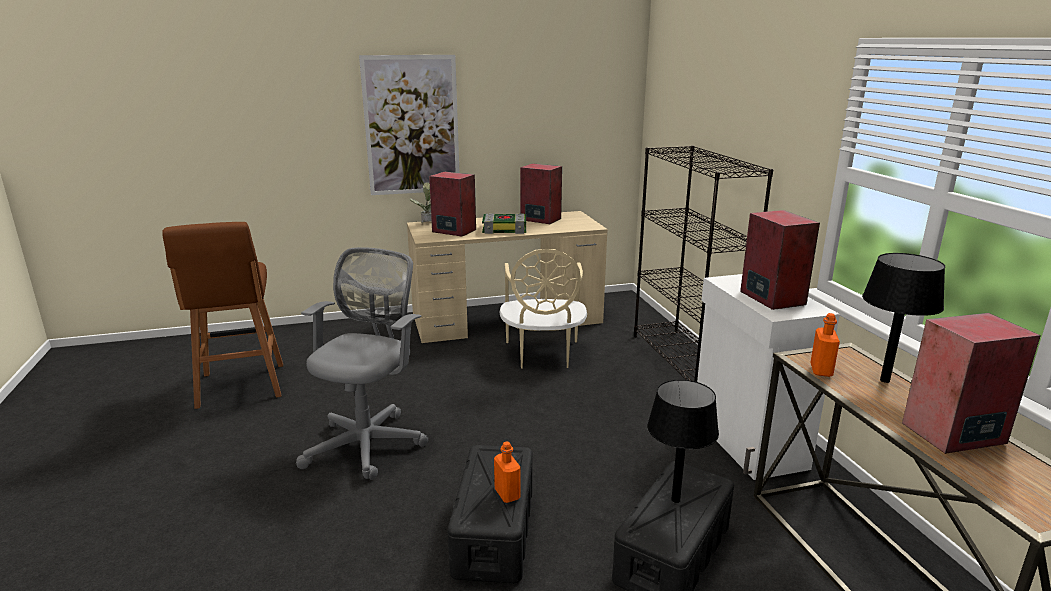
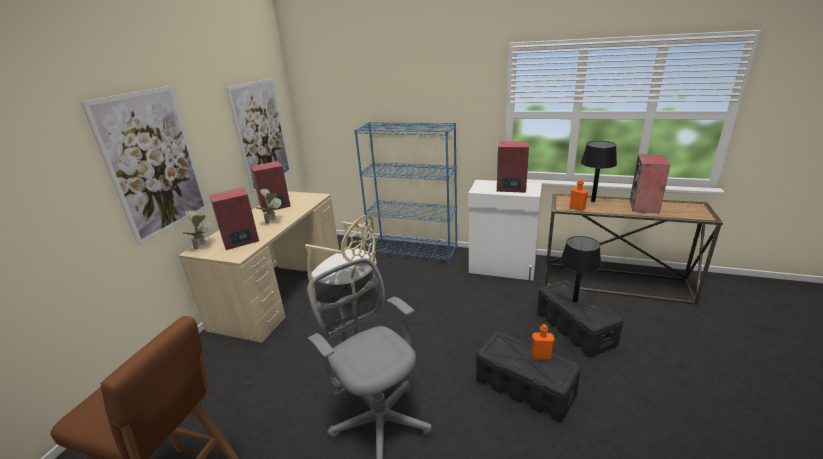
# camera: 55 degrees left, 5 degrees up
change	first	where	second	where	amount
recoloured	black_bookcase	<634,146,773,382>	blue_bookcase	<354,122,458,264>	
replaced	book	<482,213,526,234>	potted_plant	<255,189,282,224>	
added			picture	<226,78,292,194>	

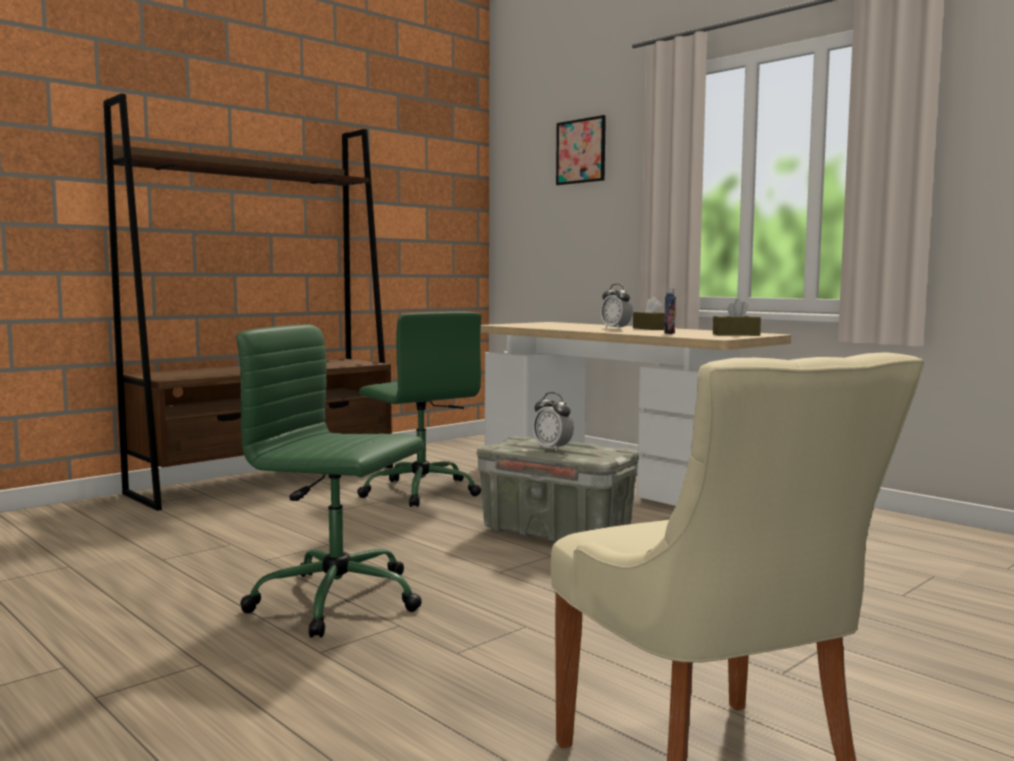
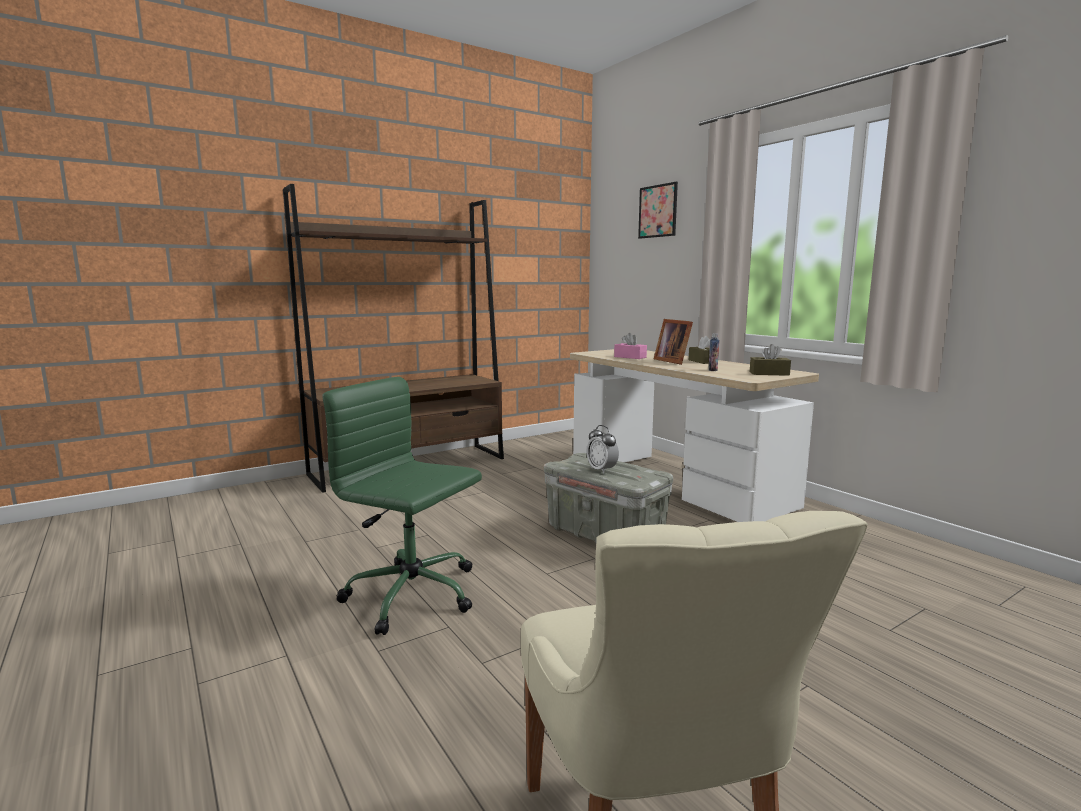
# camera: 10 degrees right, 5 degrees up
change	first	where	second	where	amount
replaced	alarm_clock	<600,284,633,330>	picture_frame	<654,319,693,365>	
removed	green_office_chair	<357,312,481,507>			
added			pink_tissue_box	<614,333,647,359>	

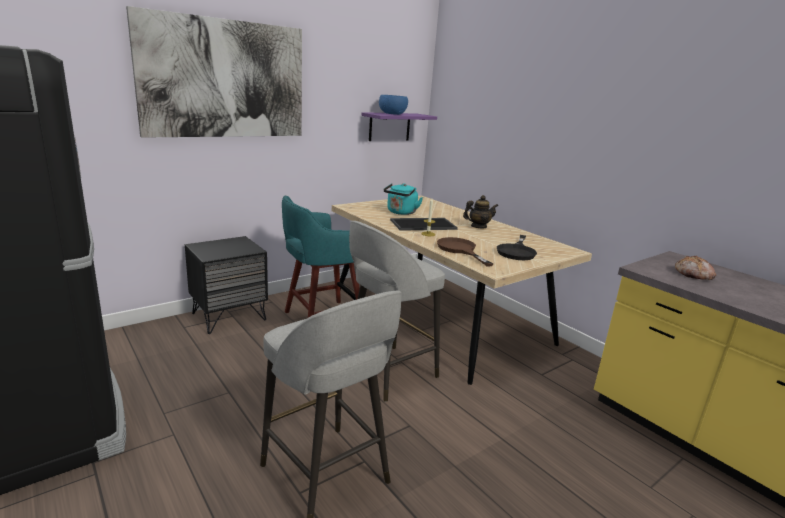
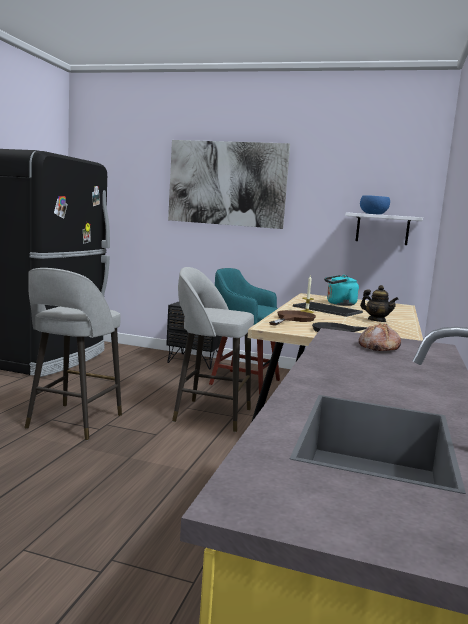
# camera: 55 degrees right, 10 degrees down
change	first	where	second	where	amount
recoloured	purple_shelf	<361,112,437,141>	white_shelf	<345,212,423,245>	

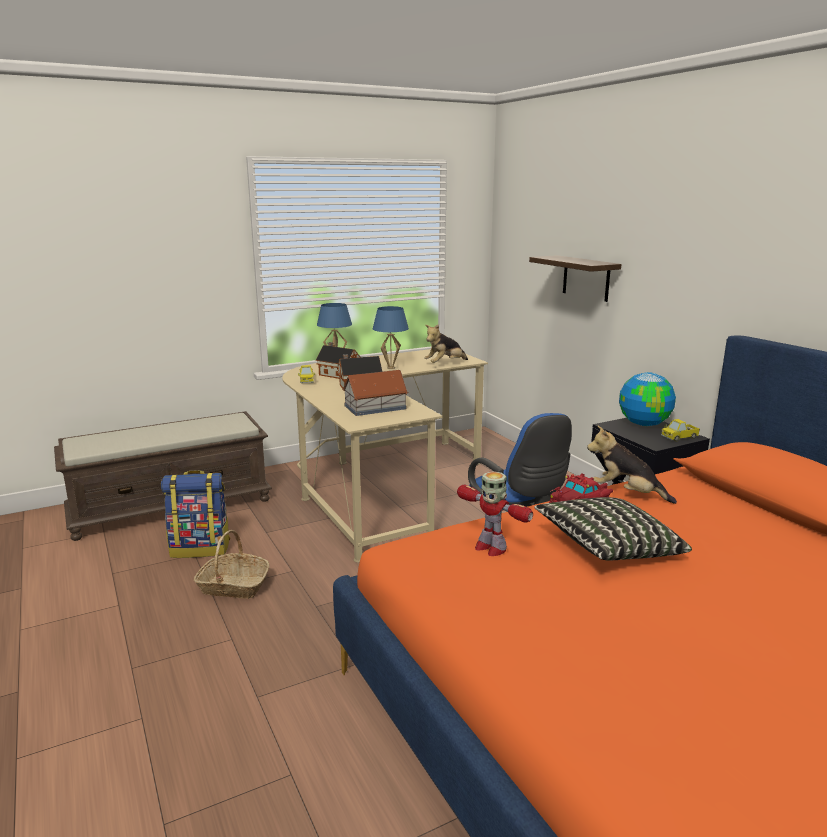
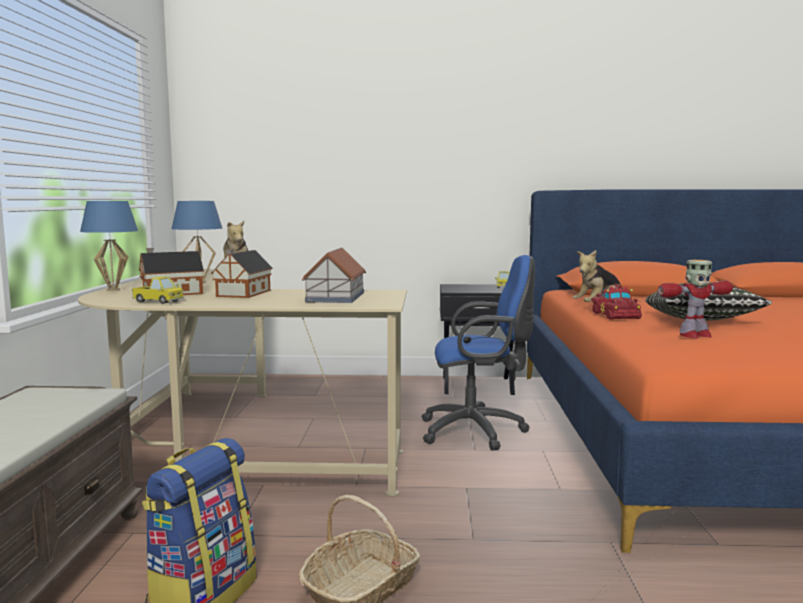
# camera: 60 degrees left, 10 degrees down
change	first	where	second	where	amount
removed	shelf	<529,255,622,302>			
removed	globe	<619,372,676,426>			

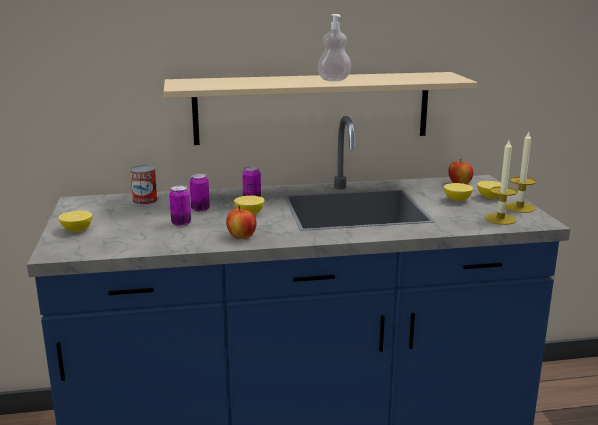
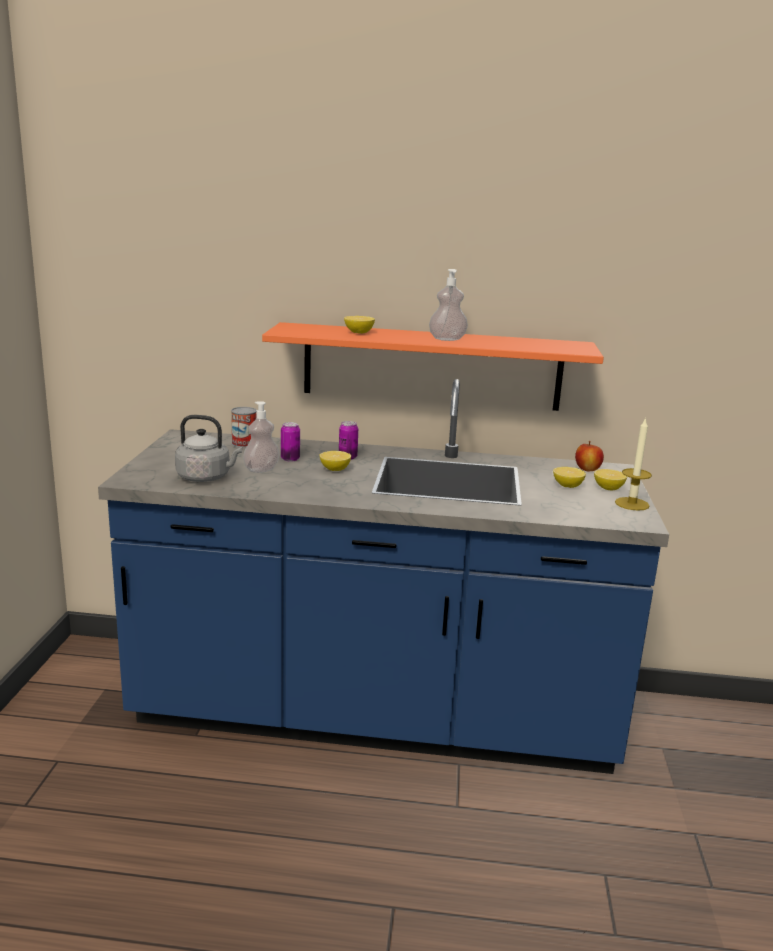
# camera: 15 degrees right, 0 degrees up
change	first	where	second	where	amount
recoloured	beige_shelf	<164,72,477,145>	orange_shelf	<262,322,604,411>	
removed	candle	<485,140,517,225>			
replaced	can	<169,186,191,226>	soap_dispenser	<243,401,280,473>	
removed	apple	<226,206,257,239>			
moved	lemon	<59,211,92,232>		<344,316,375,334>	
added			grey_kettle	<175,415,242,482>	

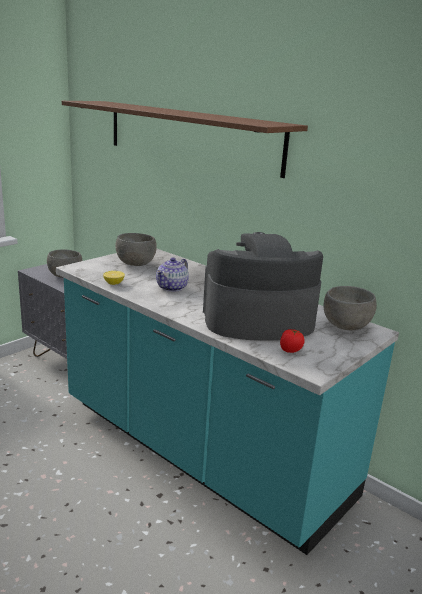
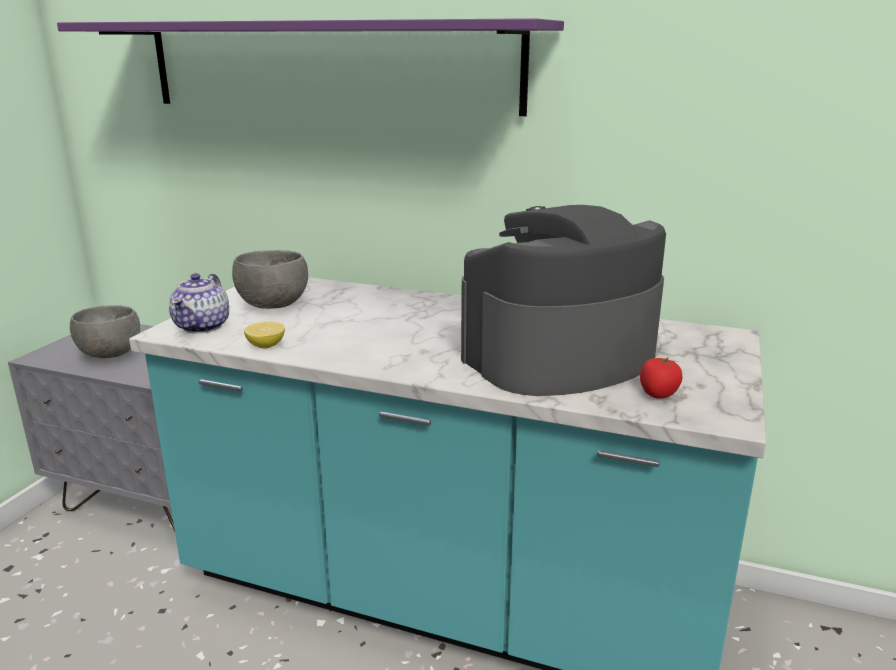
# camera: 20 degrees left, 0 degrees up
change	first	where	second	where	amount
recoloured	brown_shelf	<62,101,308,178>	purple_shelf	<57,18,564,116>	
moved	teapot	<156,257,189,292>		<169,273,229,334>	
removed	grey_bowl	<324,286,377,330>			

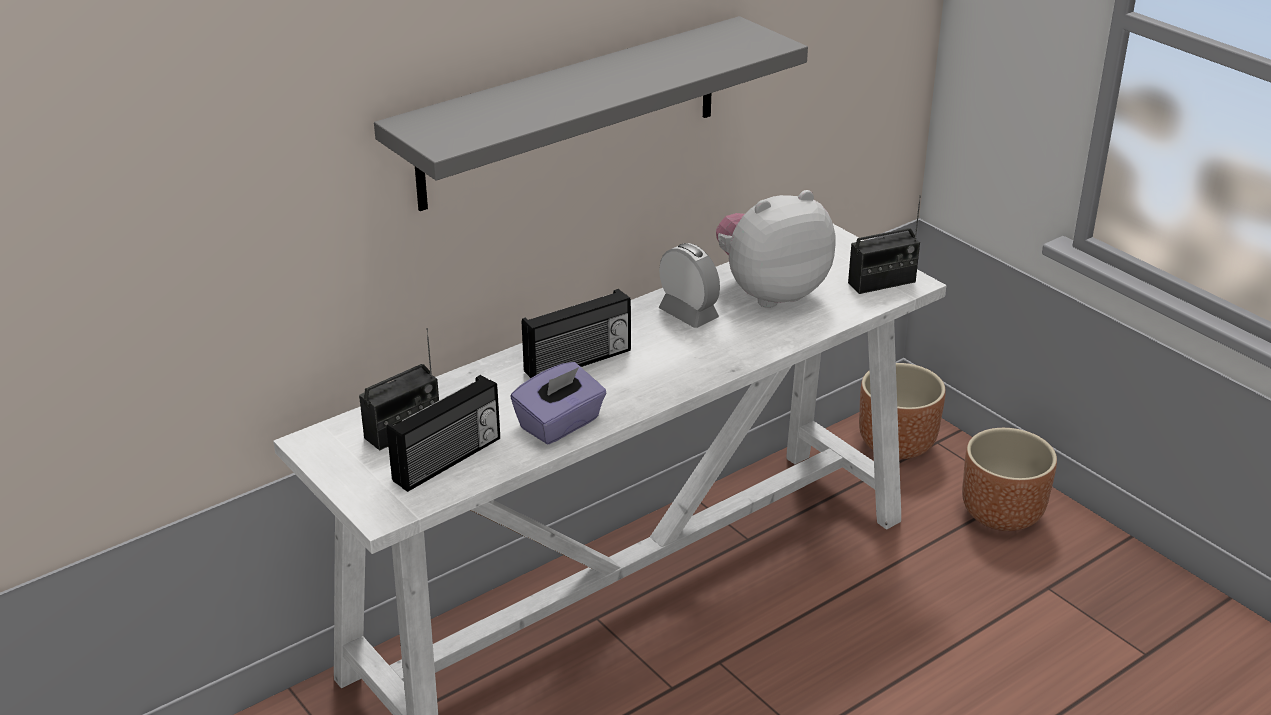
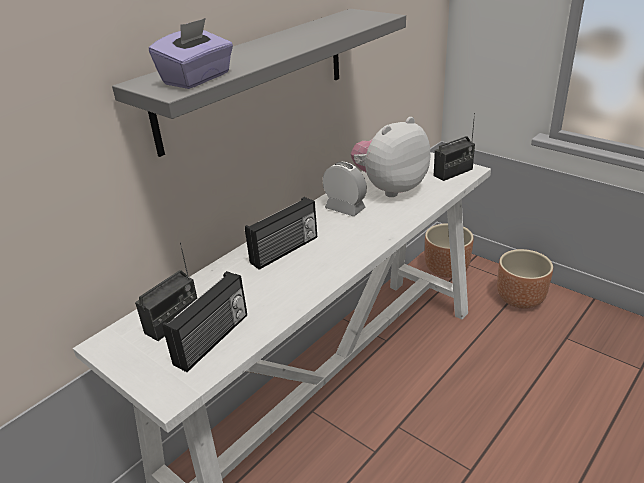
# camera: 10 degrees left, 0 degrees up
change	first	where	second	where	amount
moved	purple_tissue_box	<510,362,606,445>		<149,18,233,89>	

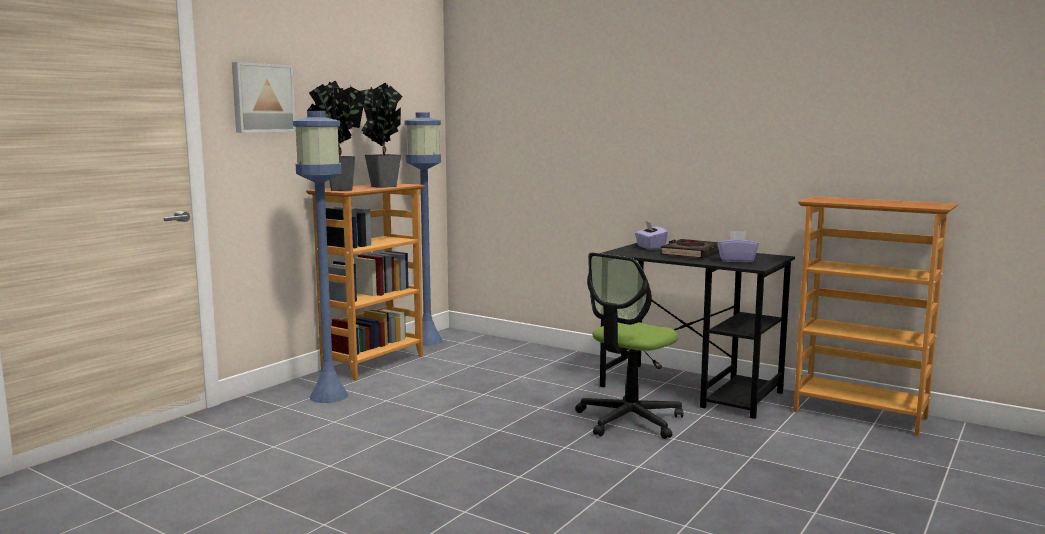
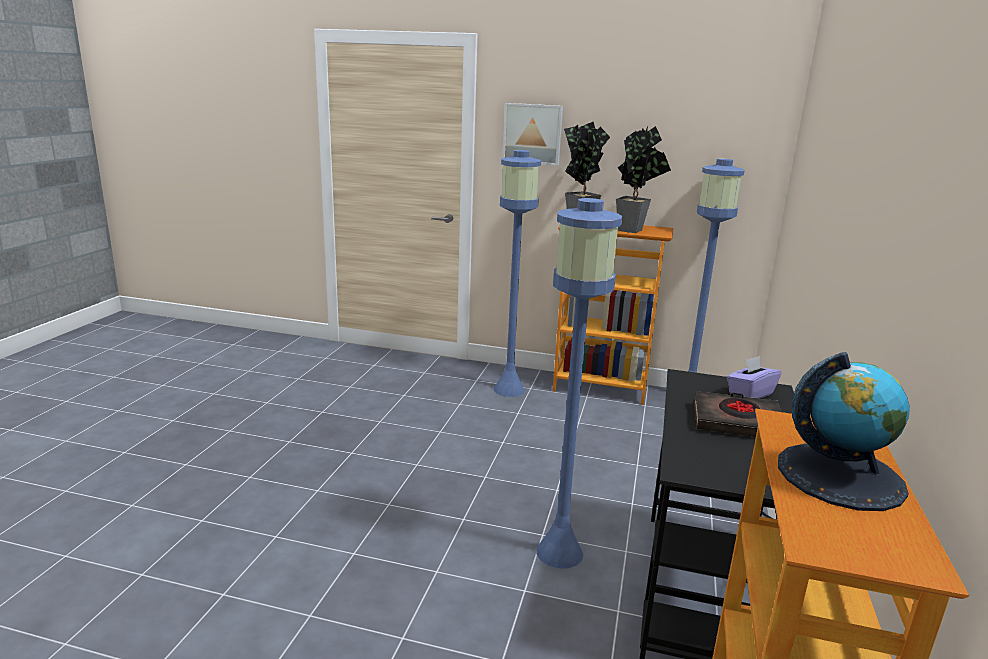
# camera: 70 degrees right, 10 degrees up
change	first	where	second	where	amount
removed	purple_tissue_box	<717,231,759,262>			
replaced	office_chair	<575,252,683,439>	blue_floor_lamp	<536,198,623,568>	
added			globe	<778,352,910,511>	

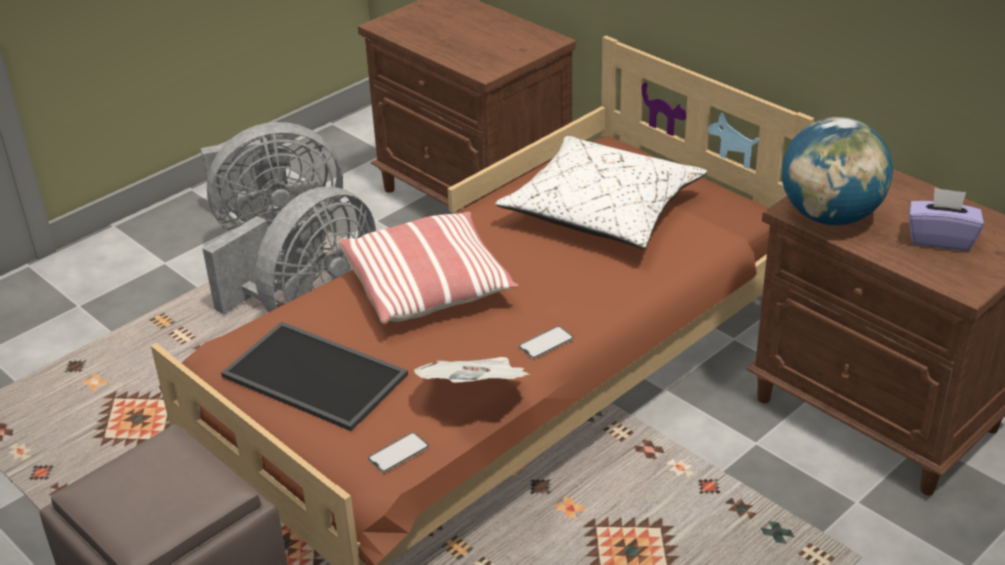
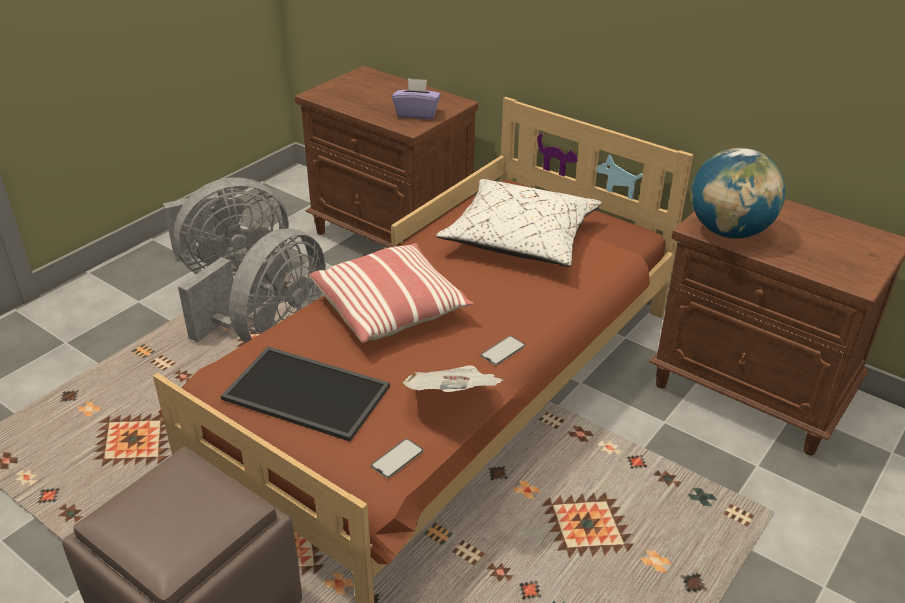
# camera: 10 degrees left, 0 degrees up
change	first	where	second	where	amount
moved	purple_tissue_box	<909,188,984,251>		<392,78,441,119>	

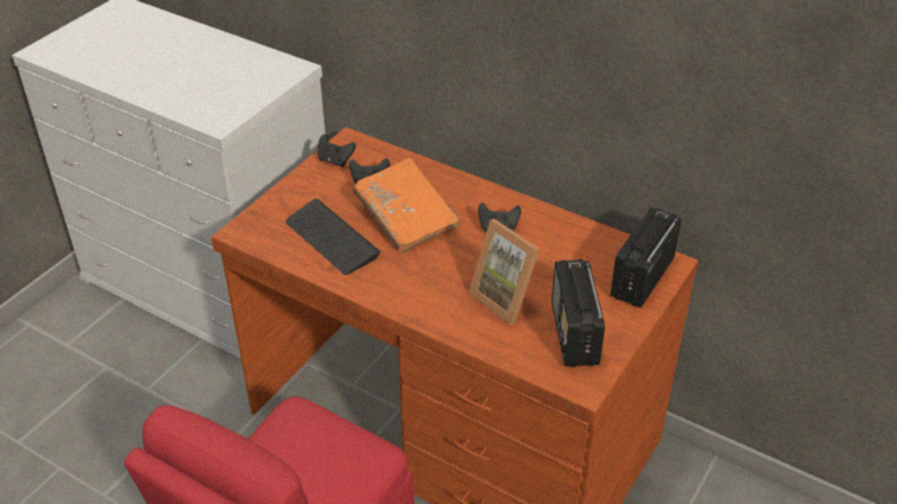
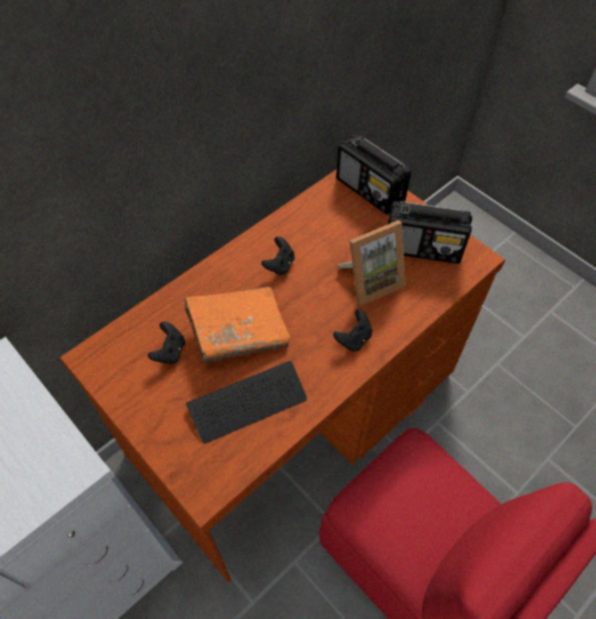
# camera: 75 degrees left, 15 degrees up
change	first	where	second	where	amount
moved	black_game_controller	<318,134,356,167>		<333,309,372,351>	

